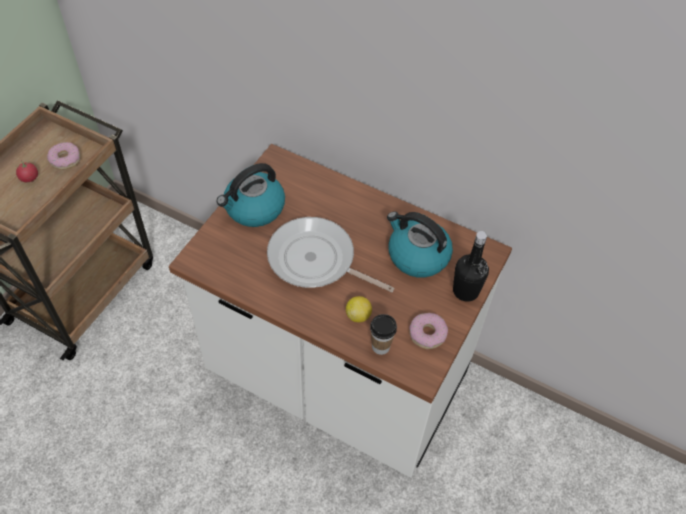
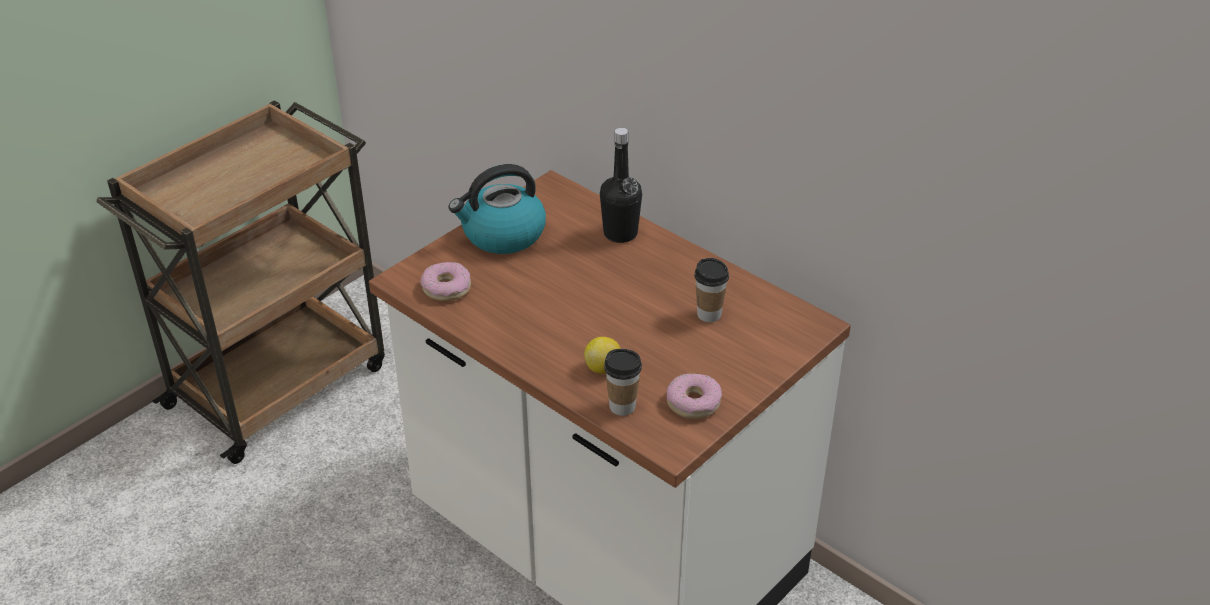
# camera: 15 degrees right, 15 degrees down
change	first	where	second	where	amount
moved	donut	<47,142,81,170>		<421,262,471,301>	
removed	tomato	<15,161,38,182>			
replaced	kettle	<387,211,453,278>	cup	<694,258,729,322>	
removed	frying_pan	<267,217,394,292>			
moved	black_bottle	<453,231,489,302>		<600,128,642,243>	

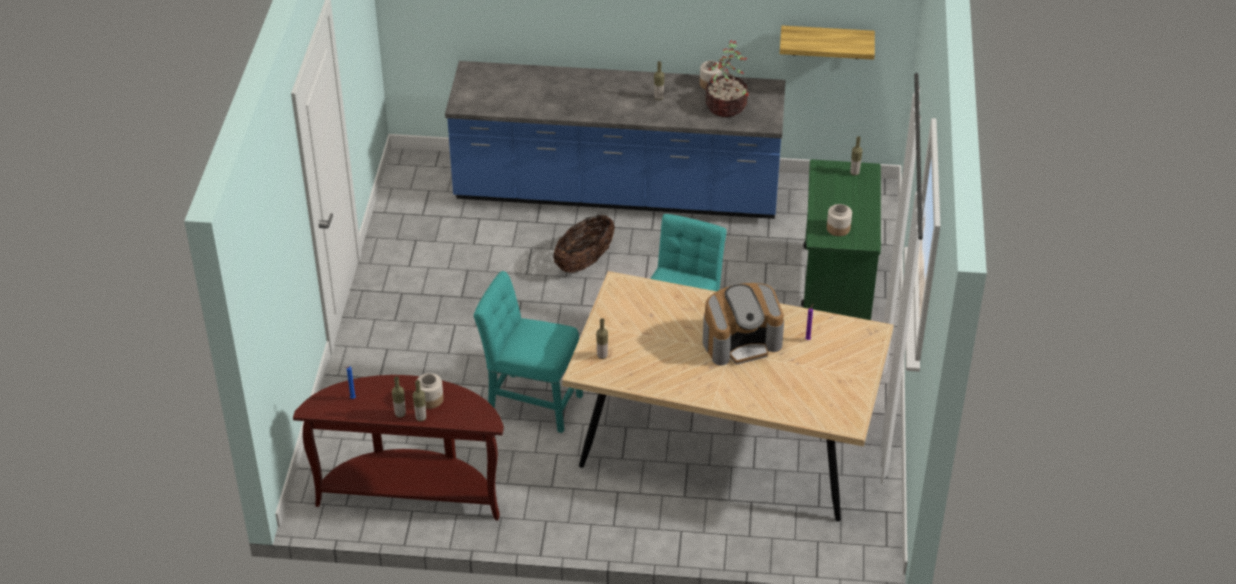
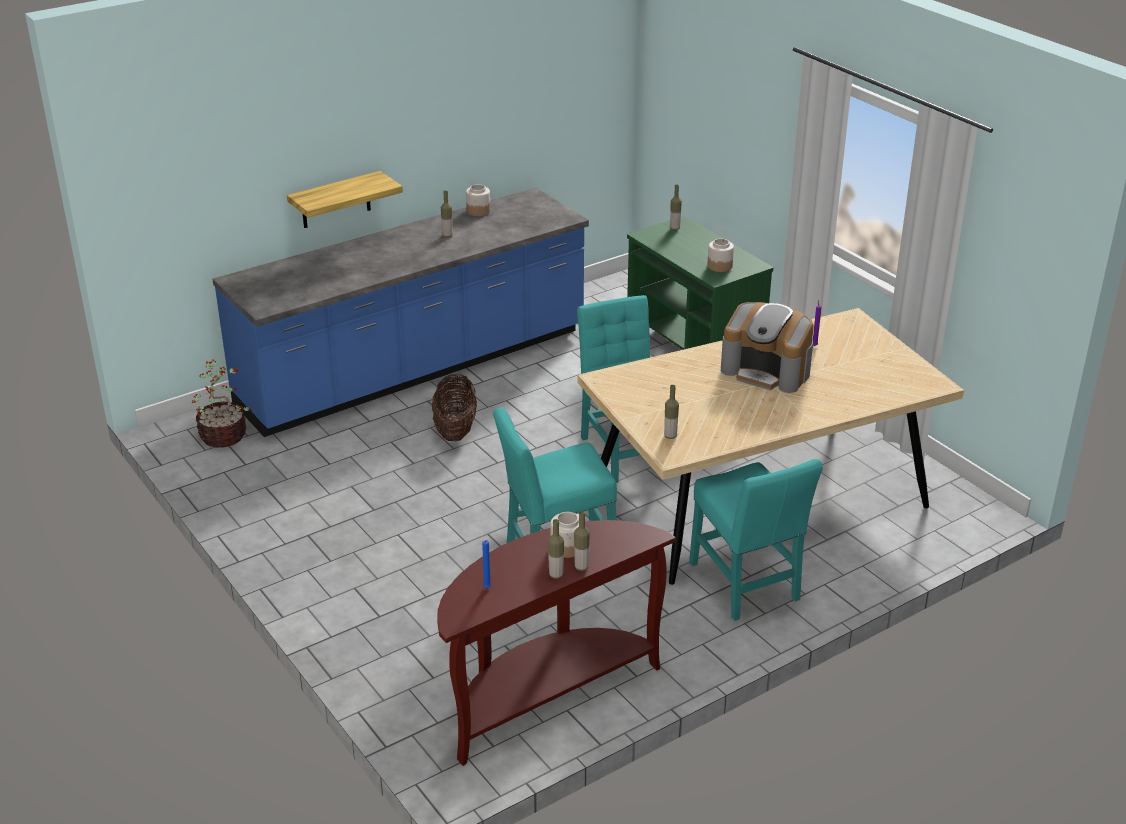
# camera: 40 degrees left, 10 degrees down
change	first	where	second	where	amount
moved	shelf	<780,25,875,60>		<287,171,403,228>	
moved	potted_plant	<705,40,749,117>		<191,359,253,448>	
turned	coffee_machine	<703,283,784,366>		<721,302,814,393>	90 degrees clockwise
added			turquoise_chair	<689,459,823,621>	

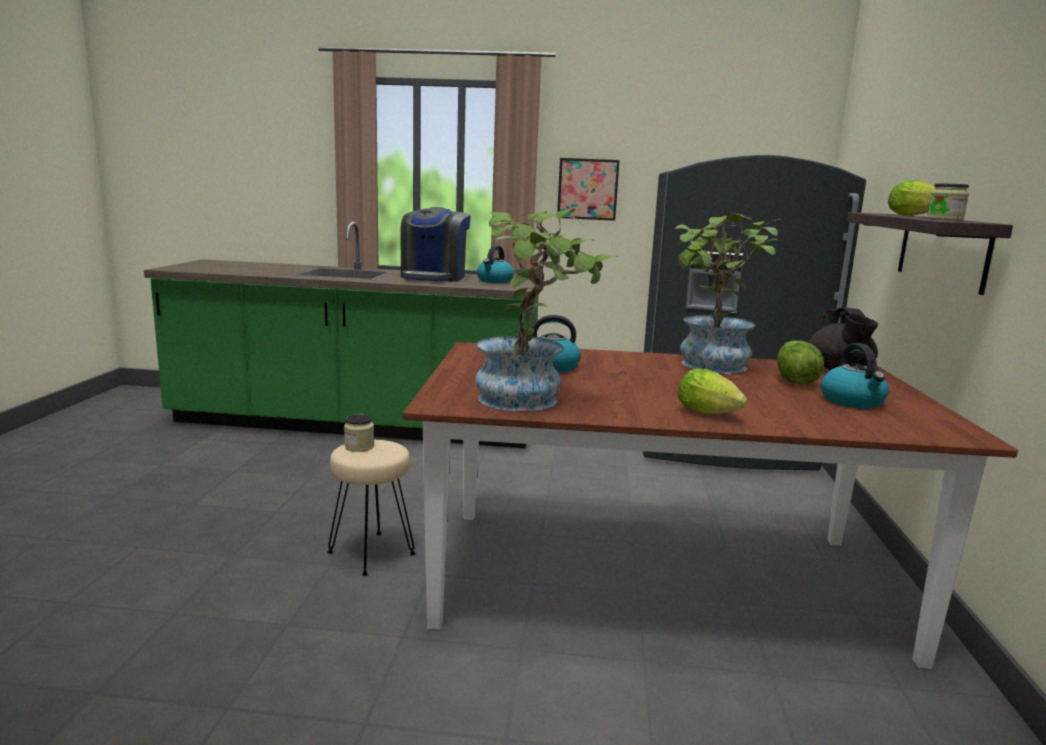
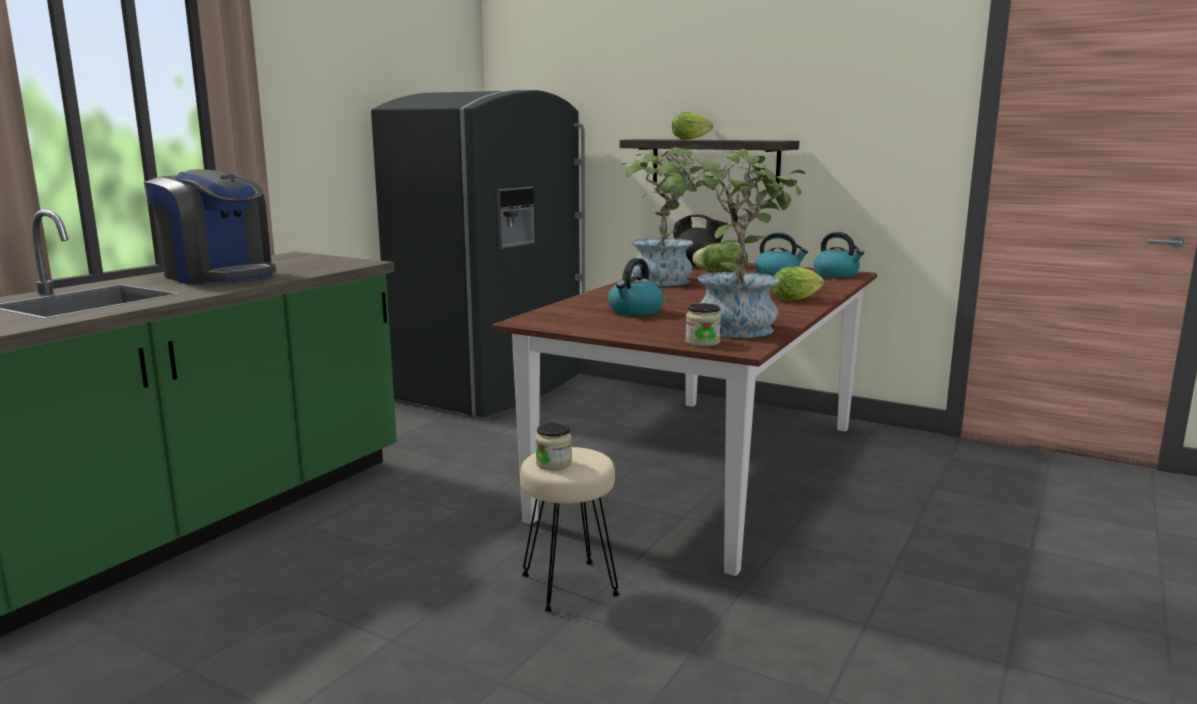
# camera: 65 degrees left, 0 degrees up
change	first	where	second	where	amount
removed	picture	<557,158,620,221>			
moved	jar	<927,183,969,221>		<685,303,721,346>	
moved	kettle	<477,245,514,283>		<813,232,864,278>	

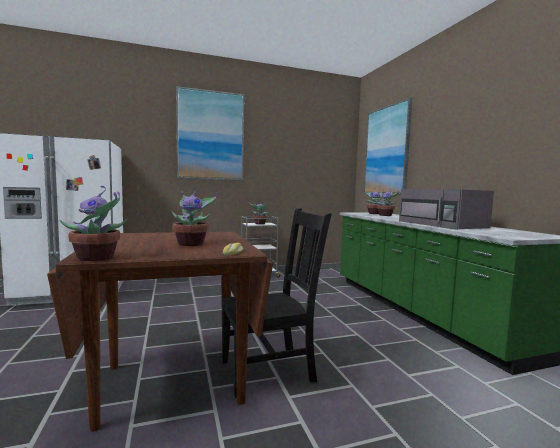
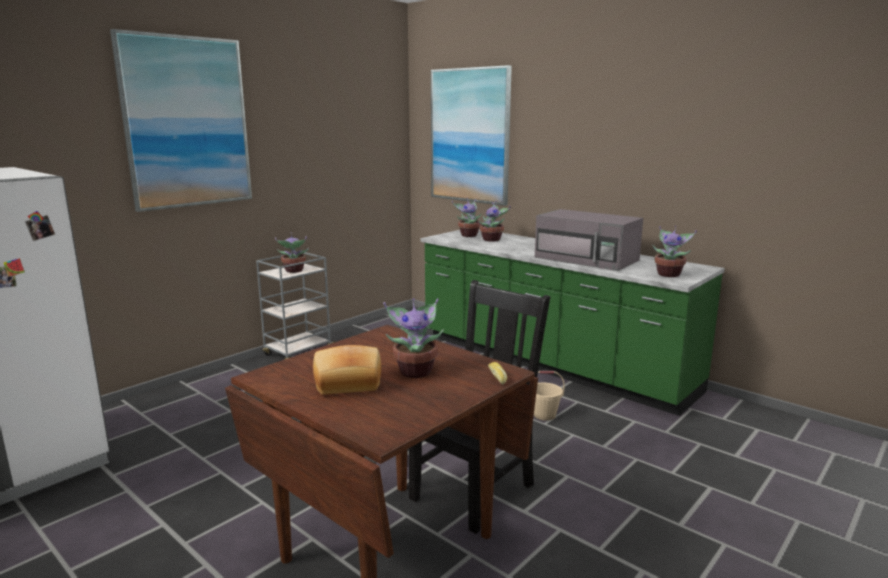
# camera: 30 degrees left, 10 degrees up
change	first	where	second	where	amount
moved	potted_plant	<59,186,127,261>		<652,225,697,277>	
added			bread	<313,345,381,395>	
added			beige_bucket	<534,371,565,421>	

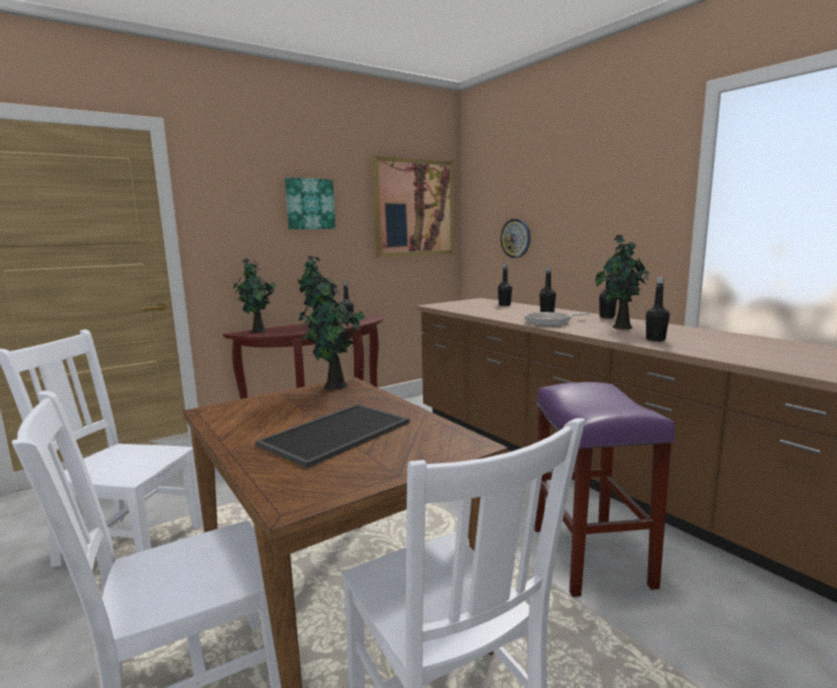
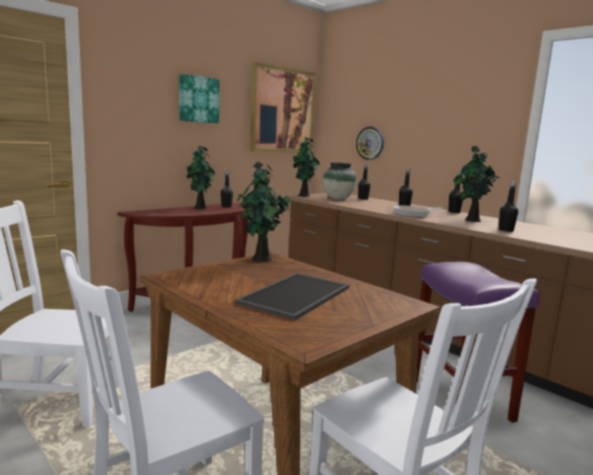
# camera: 10 degrees left, 0 degrees up
change	first	where	second	where	amount
moved	potted_plant	<232,258,277,333>		<293,137,320,197>	
added			vase	<323,162,357,200>	

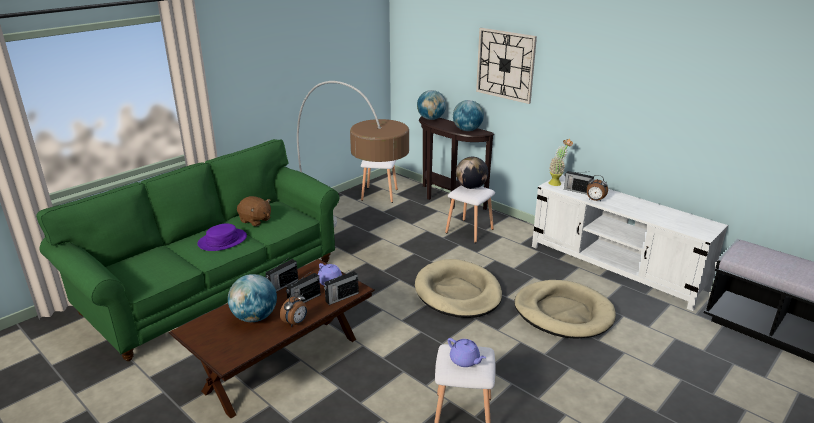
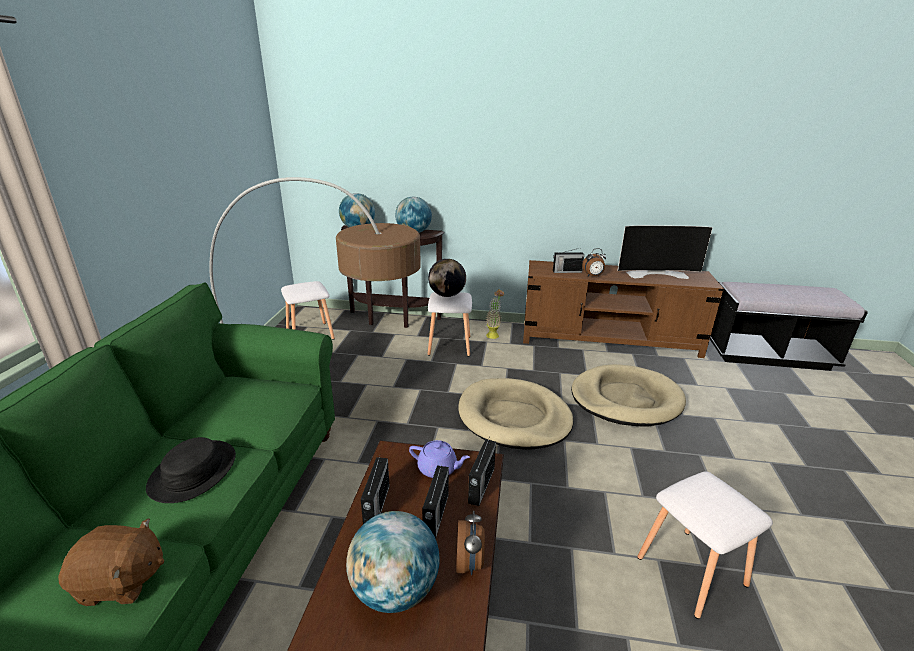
# camera: 35 degrees left, 0 degrees up
change	first	where	second	where	amount
removed	wall_clock	<476,28,537,104>			
moved	potted_plant	<549,139,573,186>		<486,289,504,339>	
recoloured	white_tv_stand	<532,175,728,311>	brown_tv_stand	<523,260,724,358>	
moved	brown_plush_toy	<237,196,271,226>		<58,518,164,606>	
recoloured	purple_hat	<197,223,247,251>	black_hat	<146,437,236,503>	
removed	purple_teapot	<448,338,486,367>			
added			television	<617,225,713,279>	

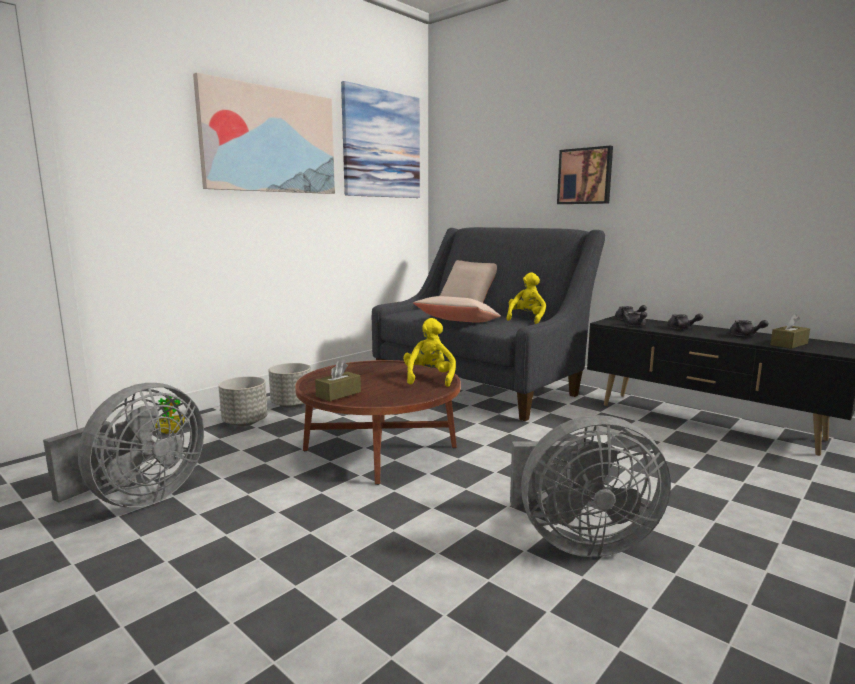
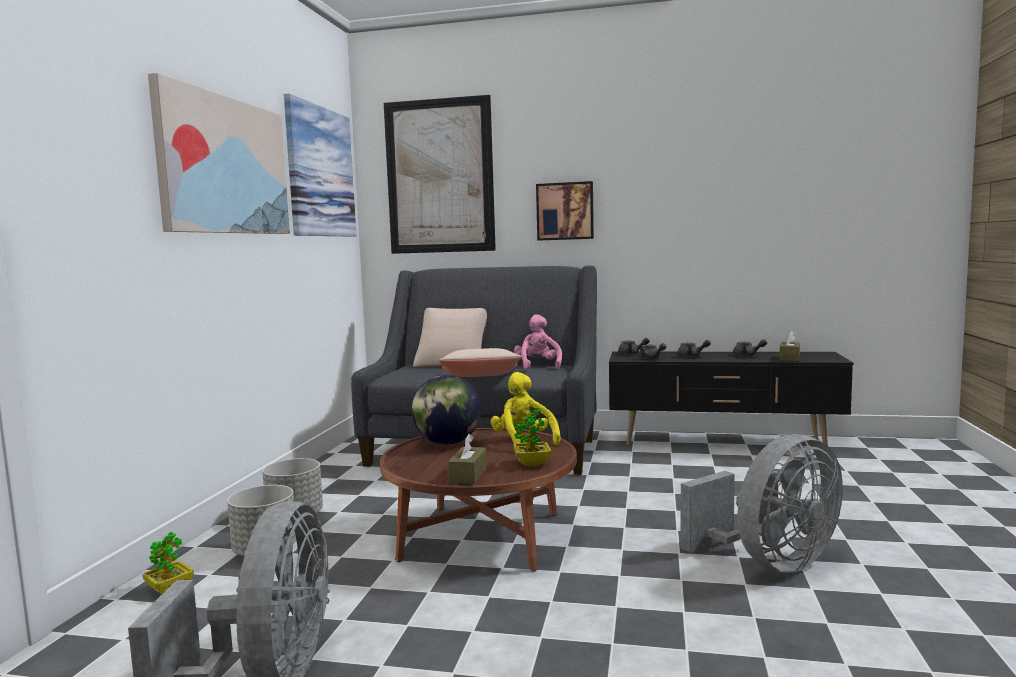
# camera: 30 degrees left, 5 degrees down
change	first	where	second	where	amount
recoloured	yellow_plush_toy	<506,272,546,324>	pink_plush_toy	<514,314,562,369>	
added			picture	<384,95,496,254>	
added			globe	<412,375,481,445>	
added			potted_plant	<513,408,552,467>	

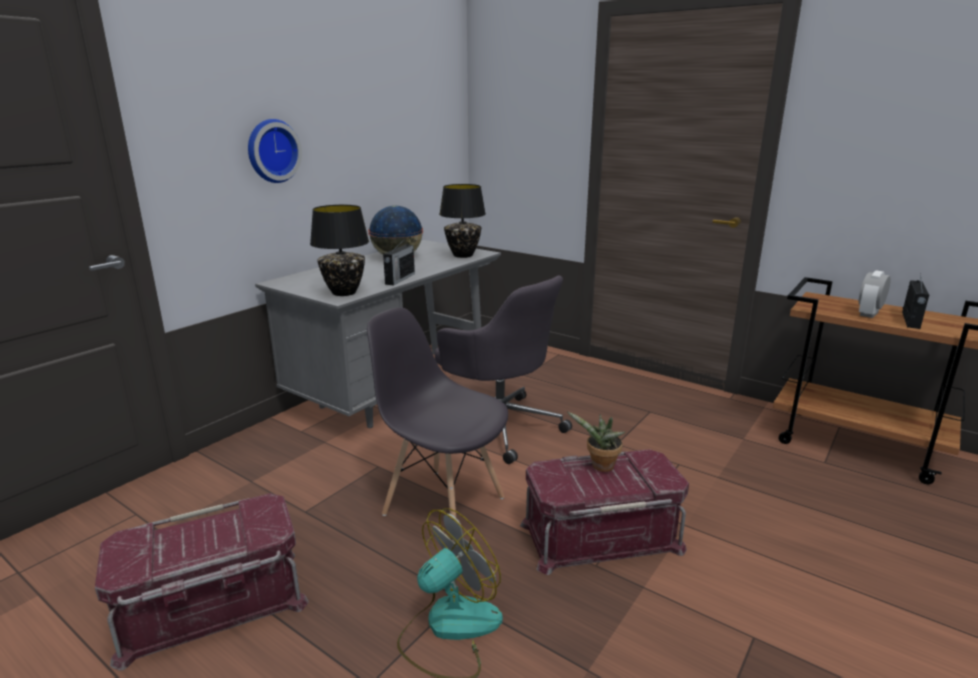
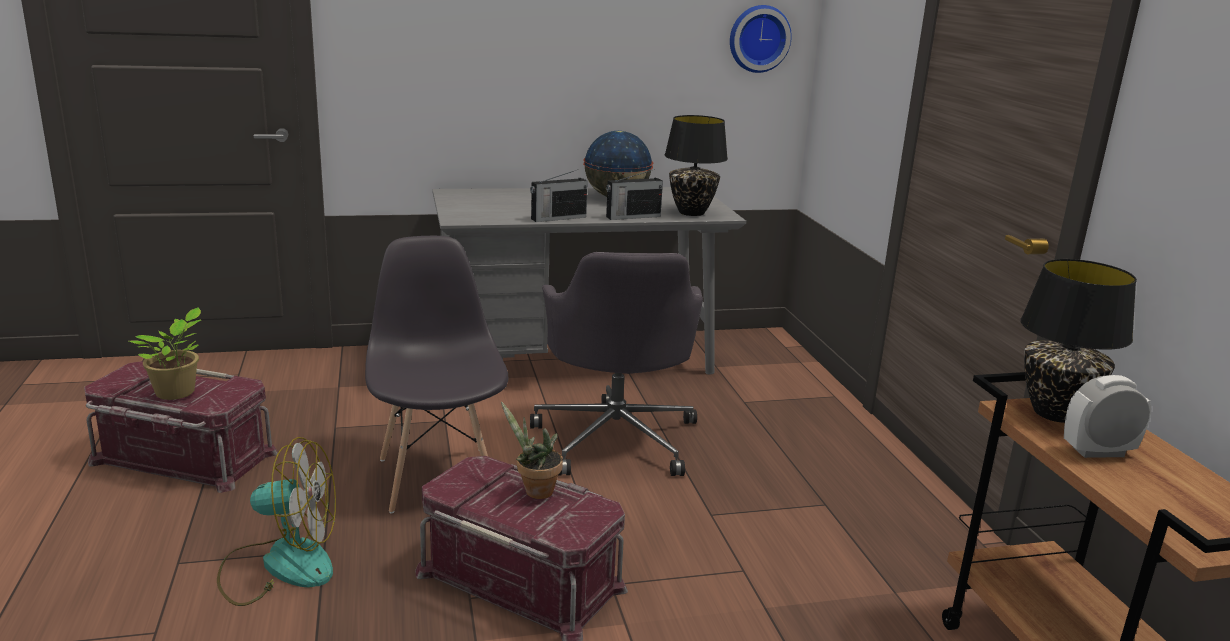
# camera: 40 degrees right, 0 degrees up
change	first	where	second	where	amount
moved	wall_clock	<248,119,302,183>		<730,5,792,73>	
moved	black_table_lamp	<310,205,369,296>		<1020,259,1137,423>	
moved	radio	<902,274,929,329>		<606,169,663,220>	
added			potted_plant	<129,307,201,400>	

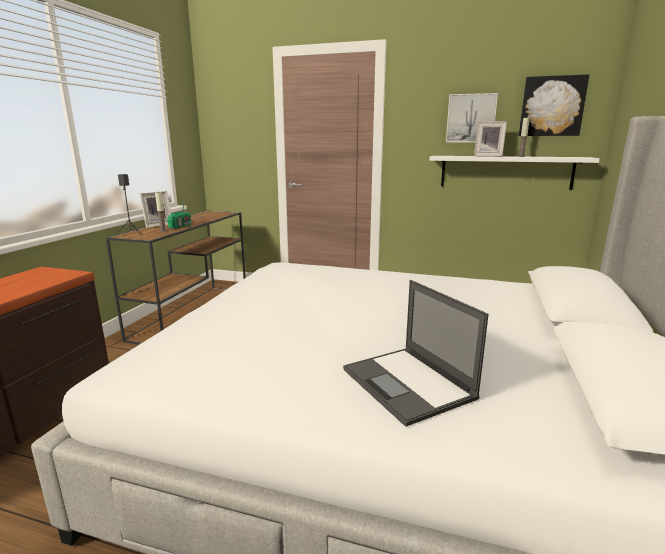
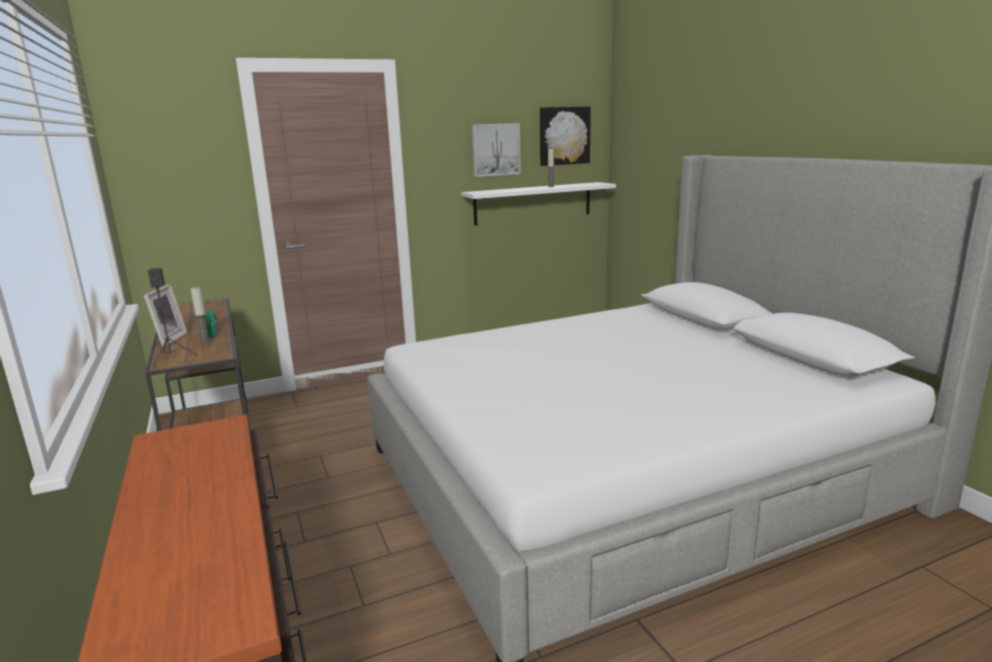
# camera: 40 degrees left, 0 degrees up
change	first	where	second	where	amount
removed	picture_frame	<474,121,507,157>			
removed	laptop	<343,280,489,427>			

